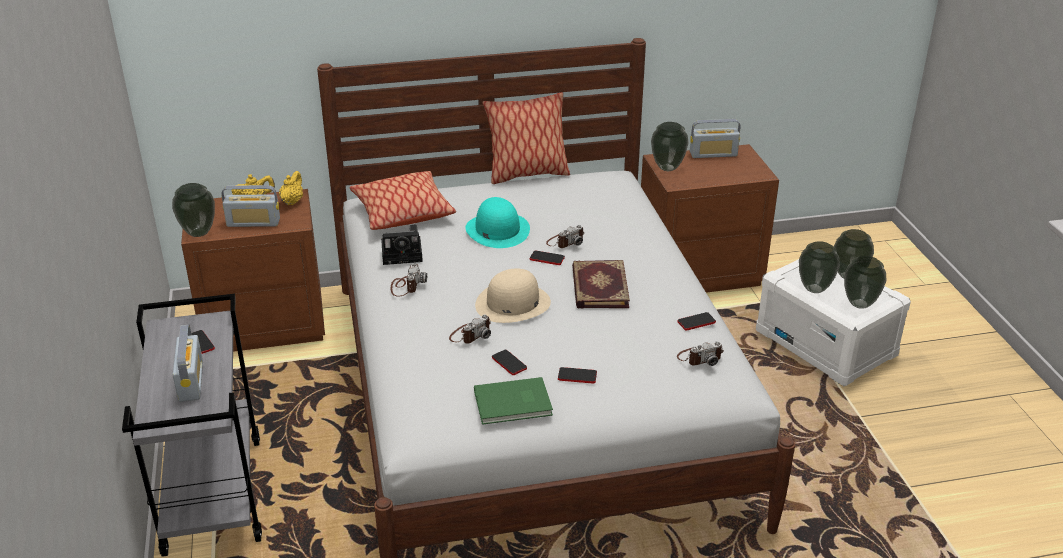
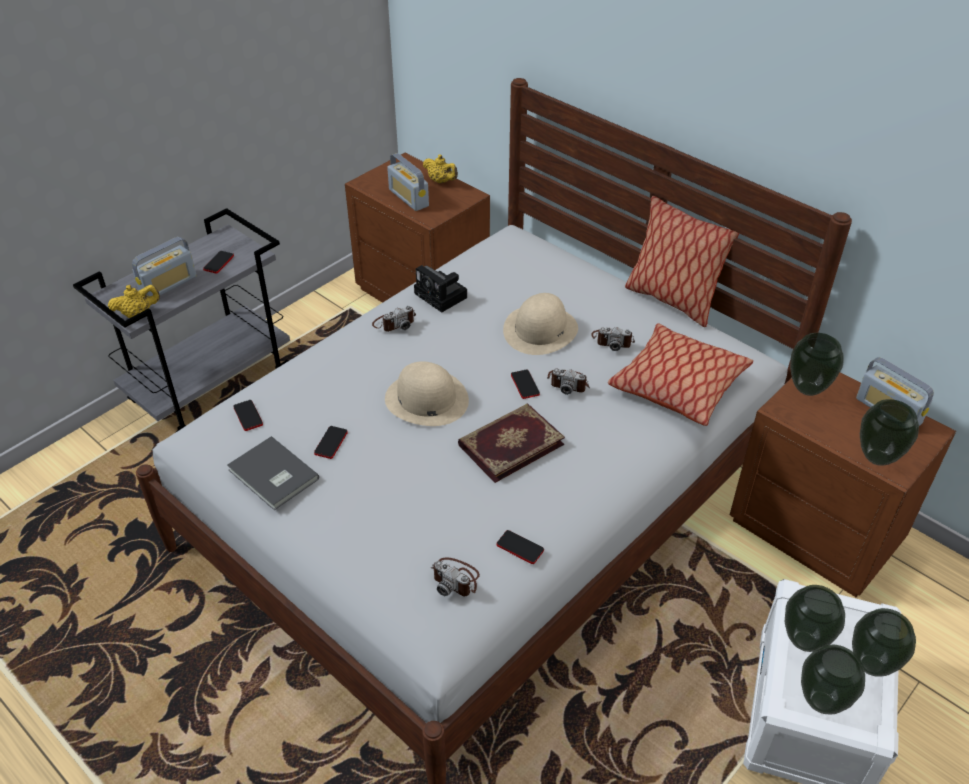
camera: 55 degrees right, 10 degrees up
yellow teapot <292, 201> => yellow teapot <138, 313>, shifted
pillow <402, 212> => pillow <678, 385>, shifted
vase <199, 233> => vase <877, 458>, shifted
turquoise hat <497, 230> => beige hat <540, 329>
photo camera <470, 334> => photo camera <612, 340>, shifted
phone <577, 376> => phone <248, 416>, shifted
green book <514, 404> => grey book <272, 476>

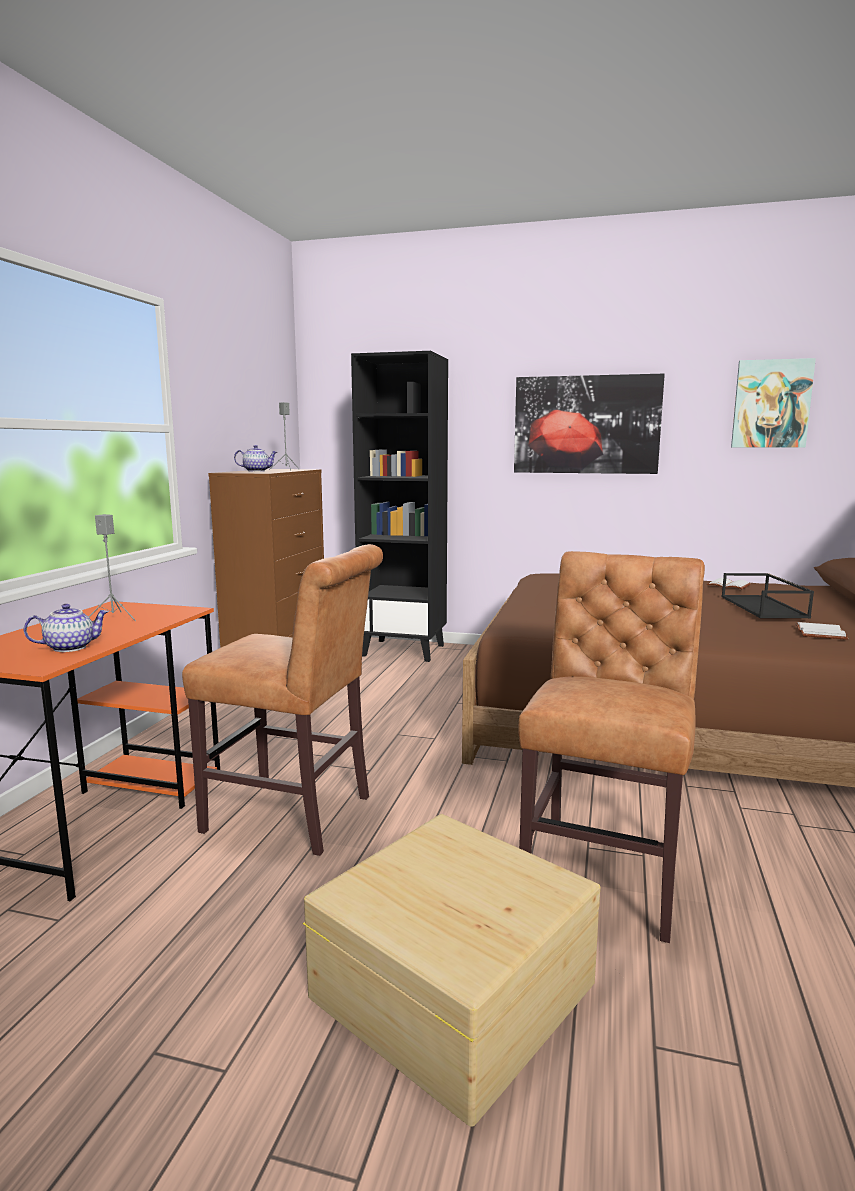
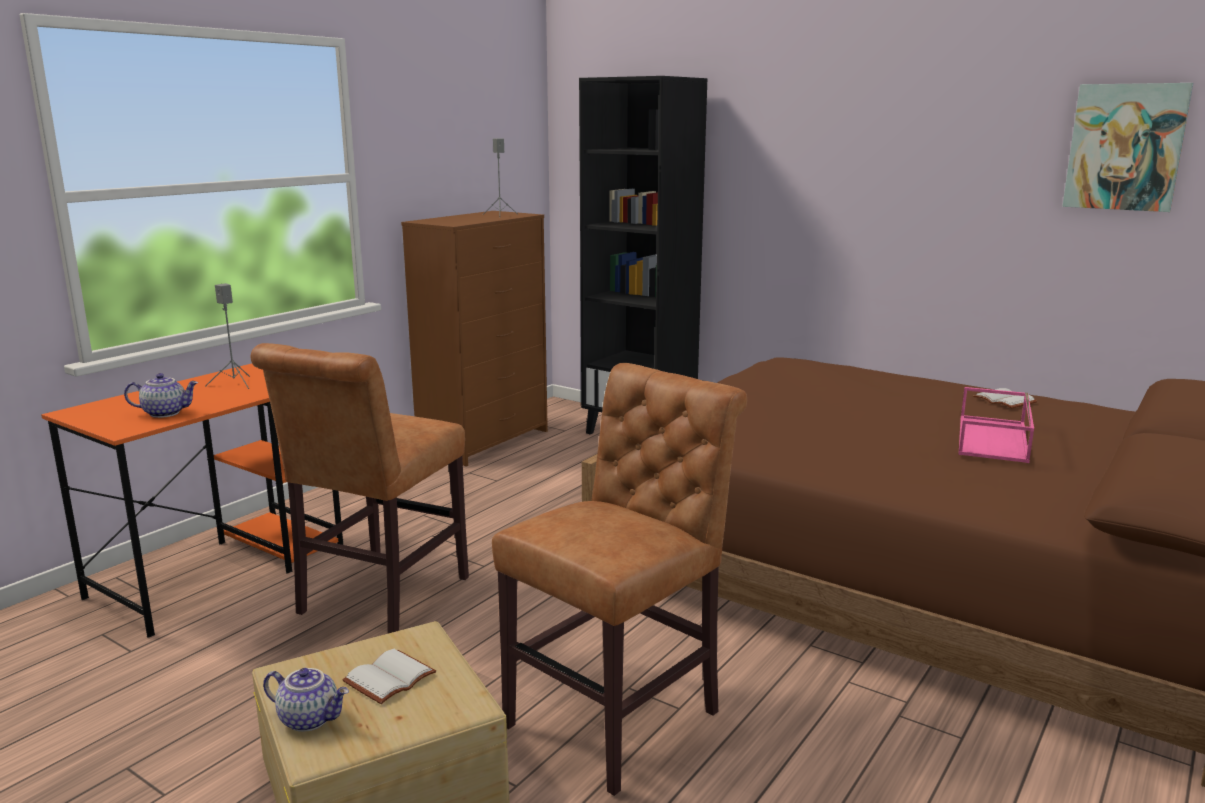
camera: 20 degrees right, 5 degrees up
picture <586, 425> => nothing
teapot <257, 471> => teapot <310, 719>, shifted
brown chair <296, 816> => brown chair <378, 599>, 75 degrees clockwise
black tray <764, 607> => pink tray <994, 439>
white book <822, 633> => white book <390, 680>, shifted

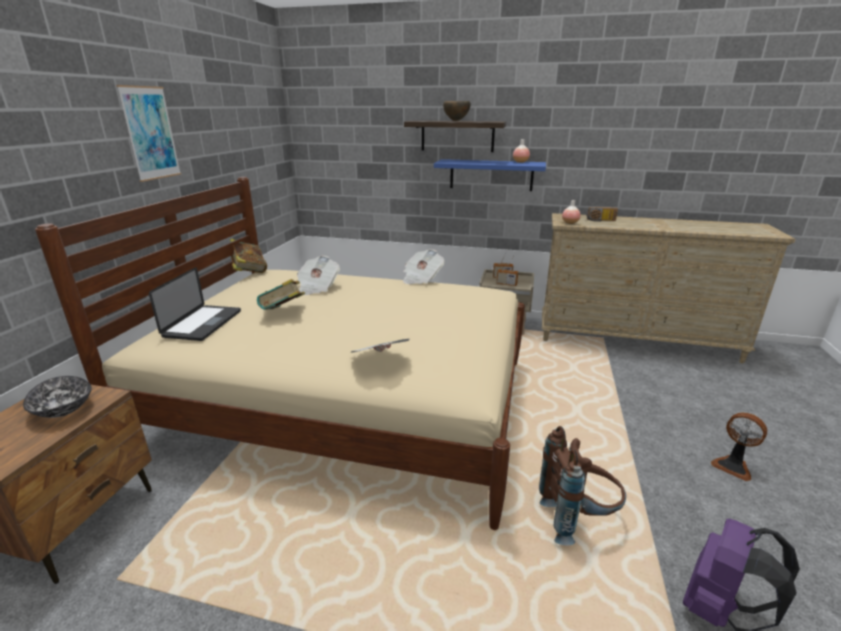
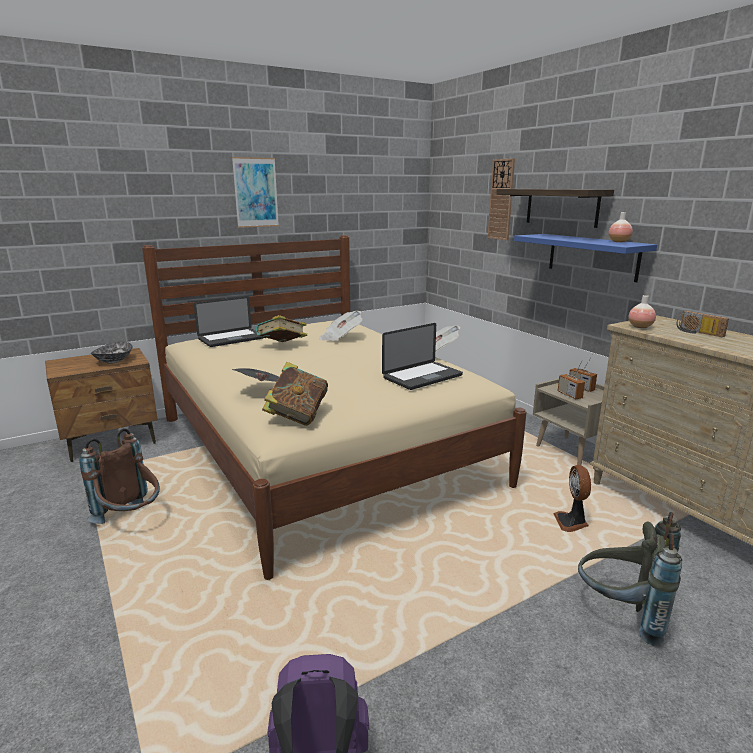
camera: 45 degrees right, 5 degrees down
brown bowl <456, 121> => nothing
book <249, 271> => book <297, 416>, shifted
fan <732, 466> => fan <571, 522>, shifted
brown backpack <577, 518> => brown backpack <131, 520>, shifted
nothing => wall clock <501, 200>
nothing => laptop <422, 377>
nothing => grey backpack <621, 614>

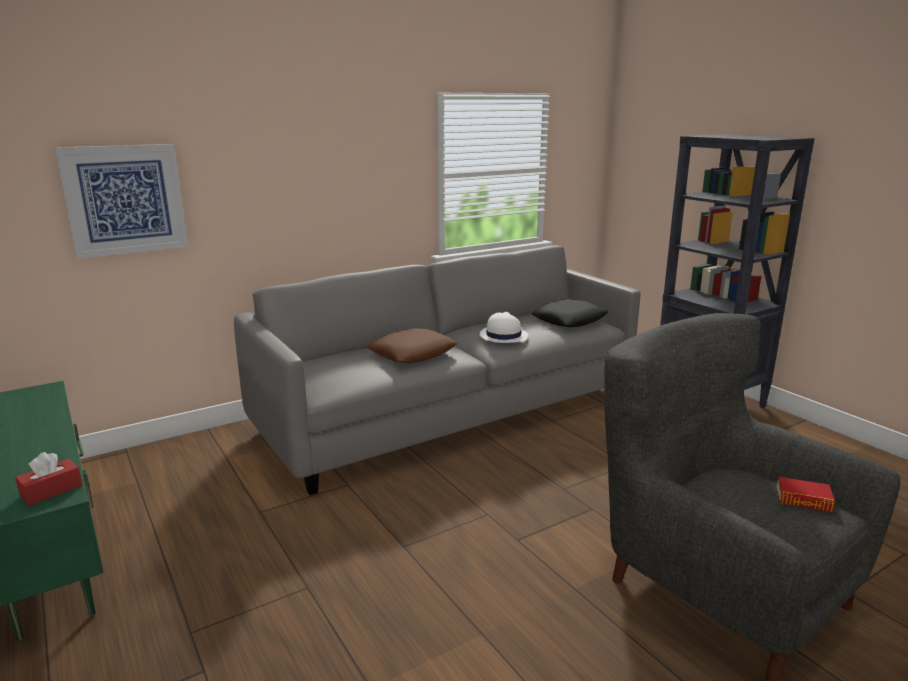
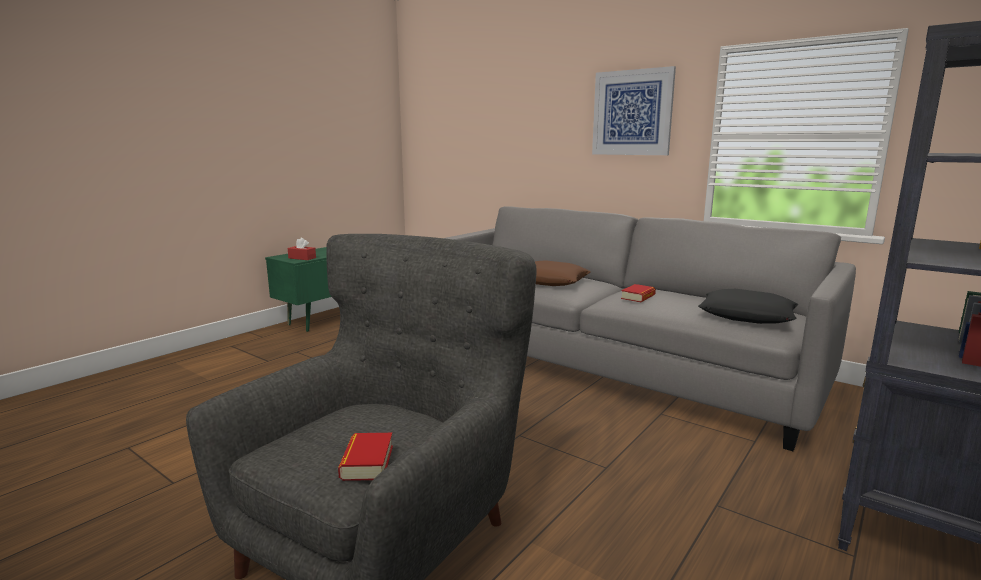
camera: 70 degrees right, 5 degrees down
picture <125, 200> => picture <632, 113>, shifted
white hat <503, 336> => book <638, 297>

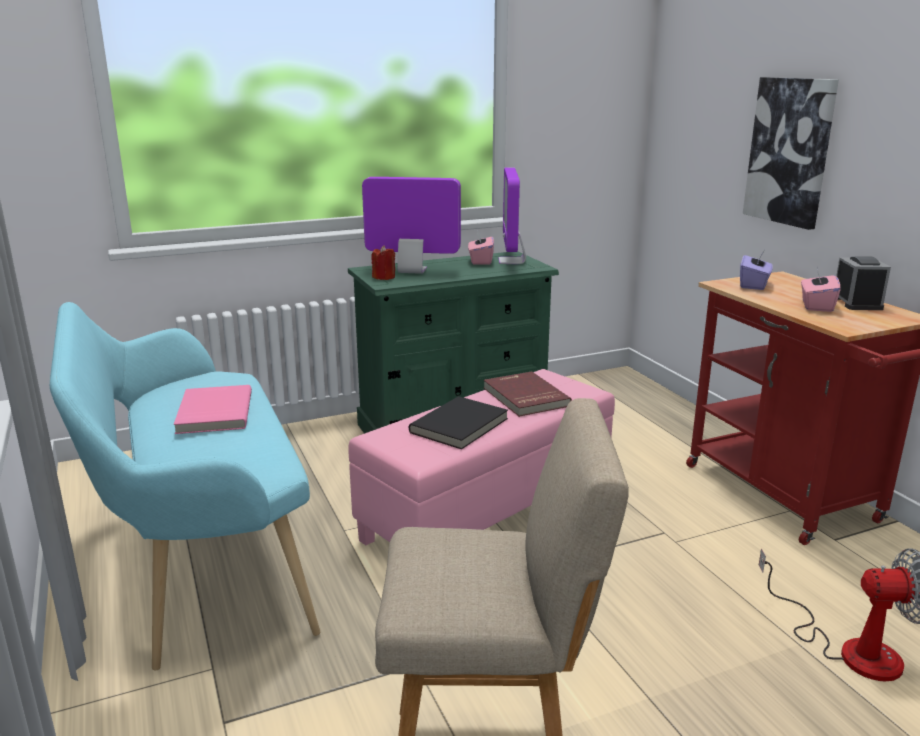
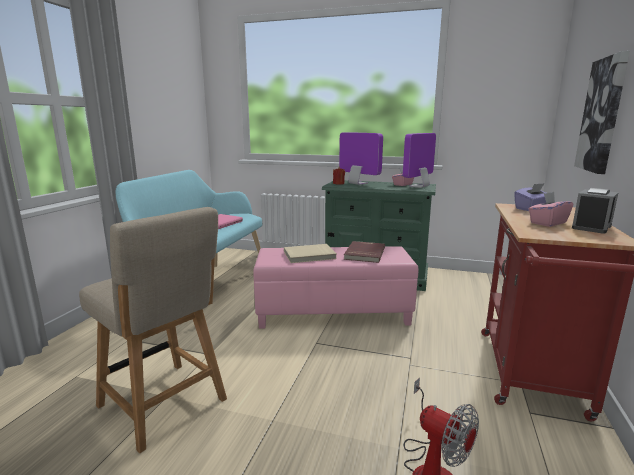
camera: 40 degrees right, 5 degrees down
black book <461, 426> => beige book <309, 255>

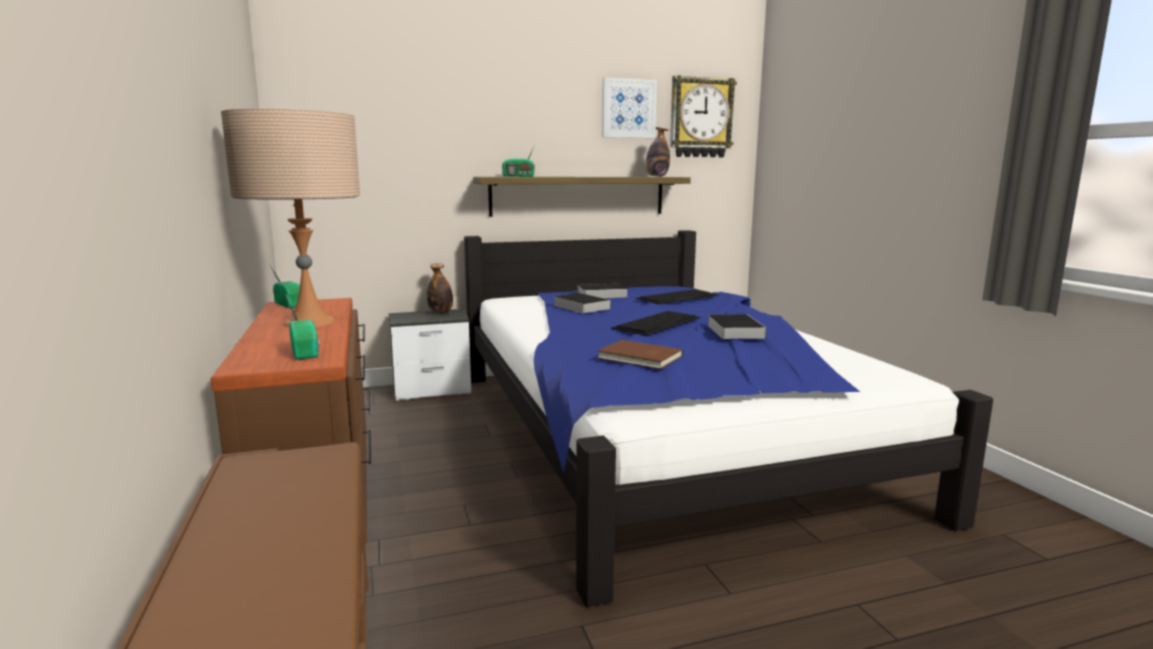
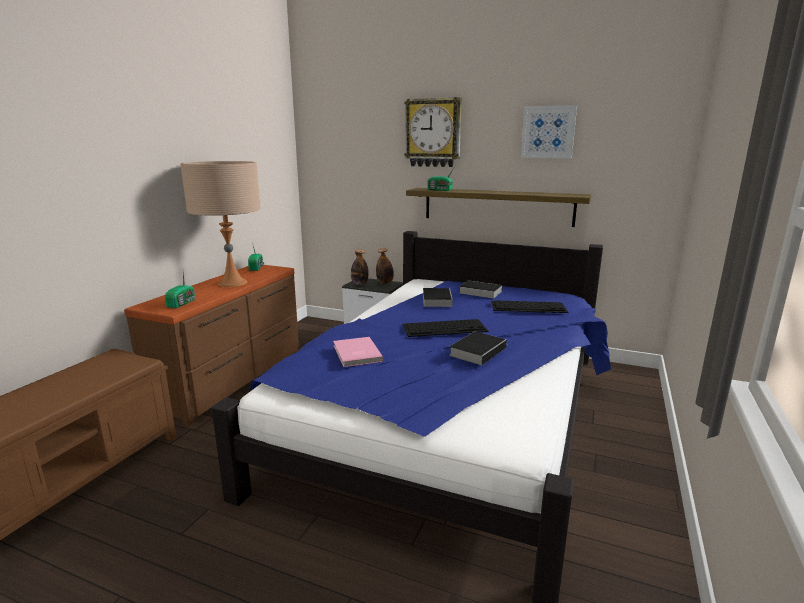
camera: 40 degrees right, 5 degrees up
wall clock <700, 118> => wall clock <433, 133>, shifted
bottle <656, 176> => bottle <359, 284>, shifted
brown book <640, 357> => pink book <356, 354>

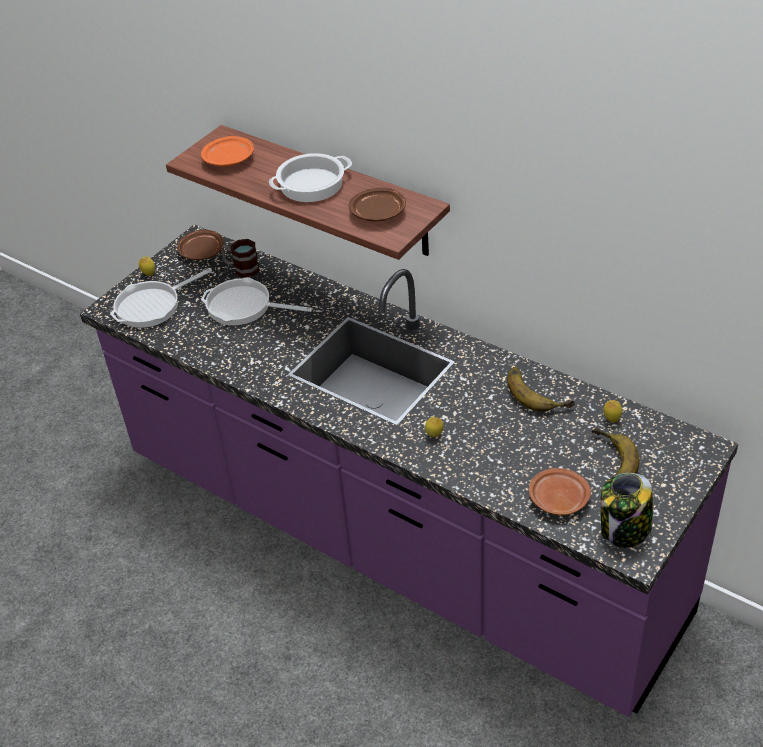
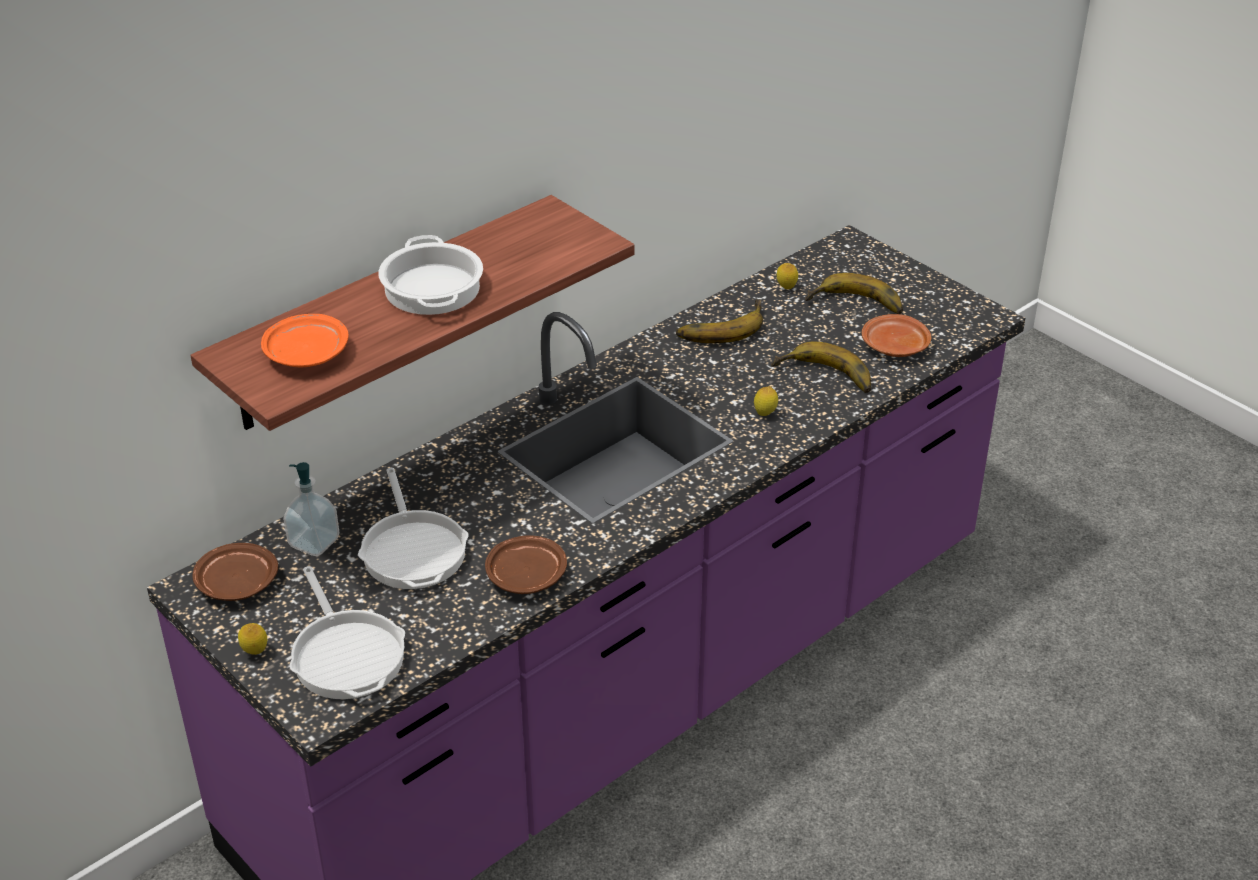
camera: 80 degrees left, 5 degrees down
brown plate <379, 213> => brown plate <526, 575>, shifted
mug <241, 268> => soap dispenser <314, 542>
frying pan <244, 307> => frying pan <413, 549>, 45 degrees counterclockwise
jar <624, 530> => nothing
nothing => banana <823, 378>

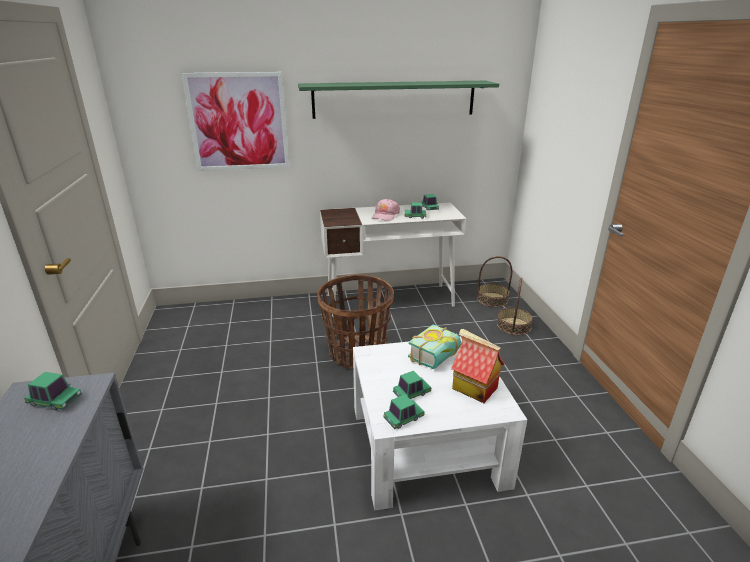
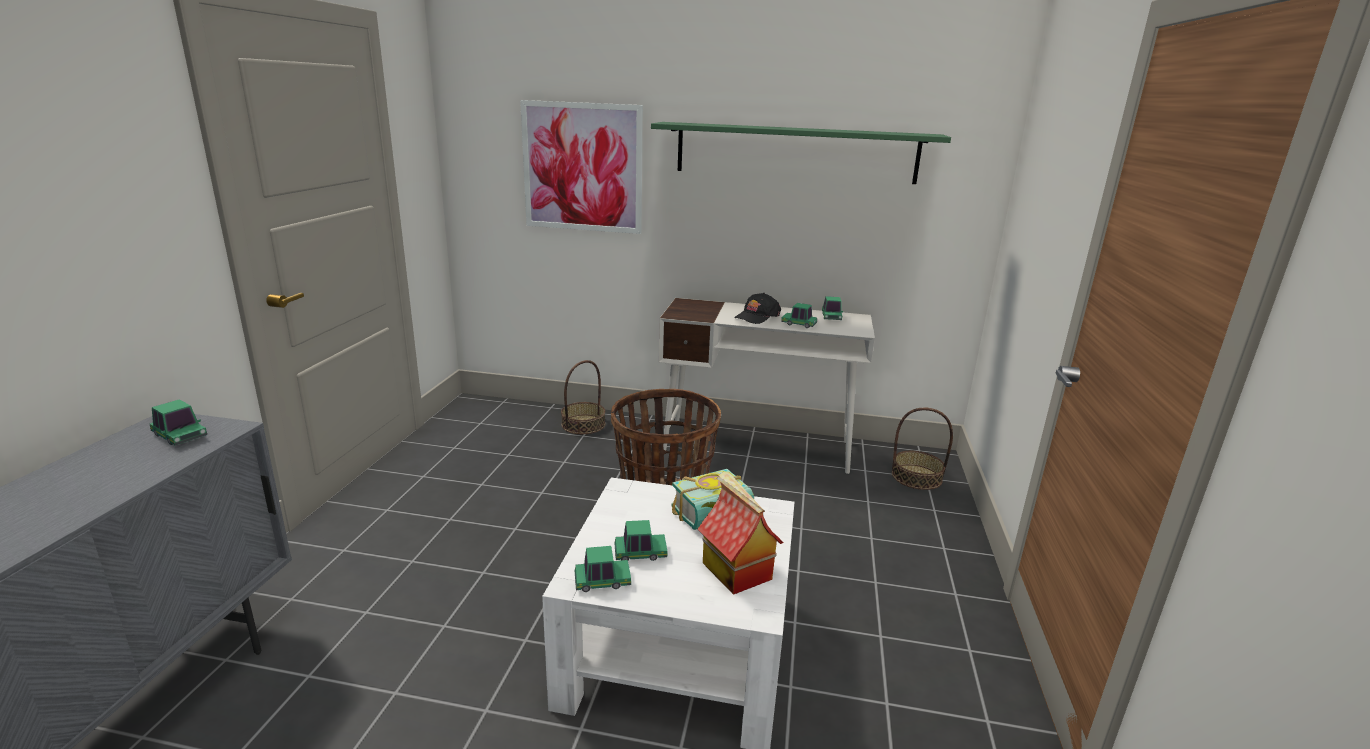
camera: 20 degrees right, 5 degrees down
pink cap <385, 215> => black cap <757, 317>
basket <514, 326> => basket <583, 424>, shifted

